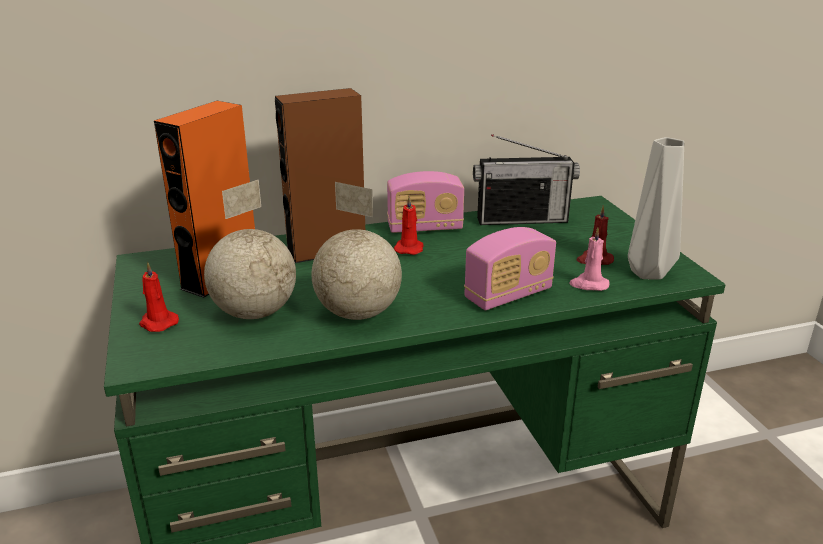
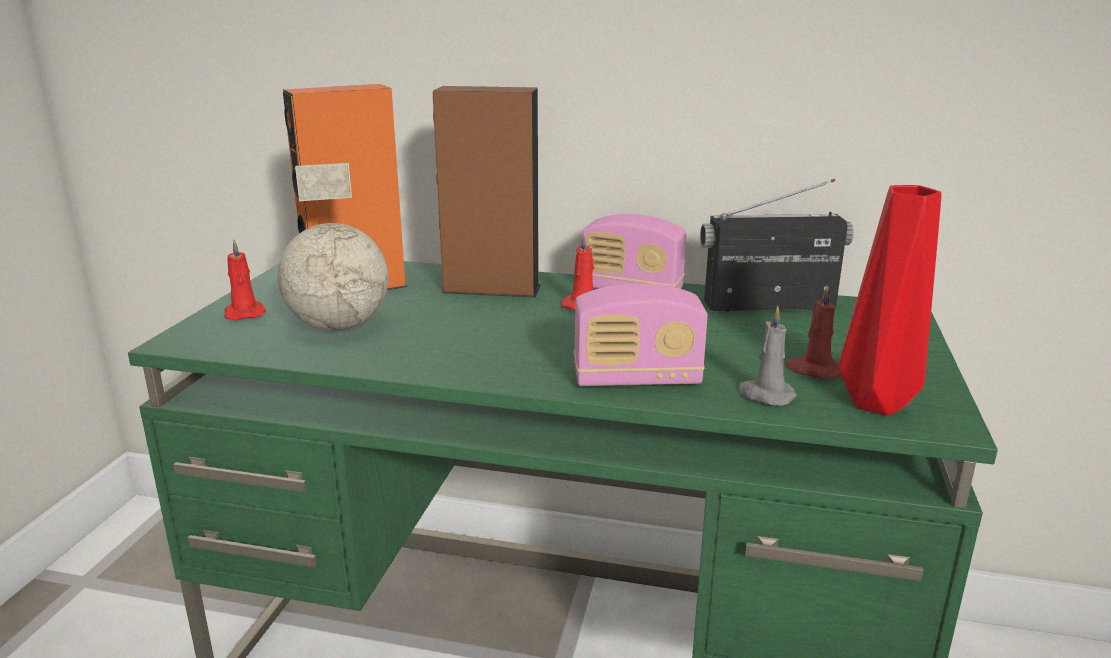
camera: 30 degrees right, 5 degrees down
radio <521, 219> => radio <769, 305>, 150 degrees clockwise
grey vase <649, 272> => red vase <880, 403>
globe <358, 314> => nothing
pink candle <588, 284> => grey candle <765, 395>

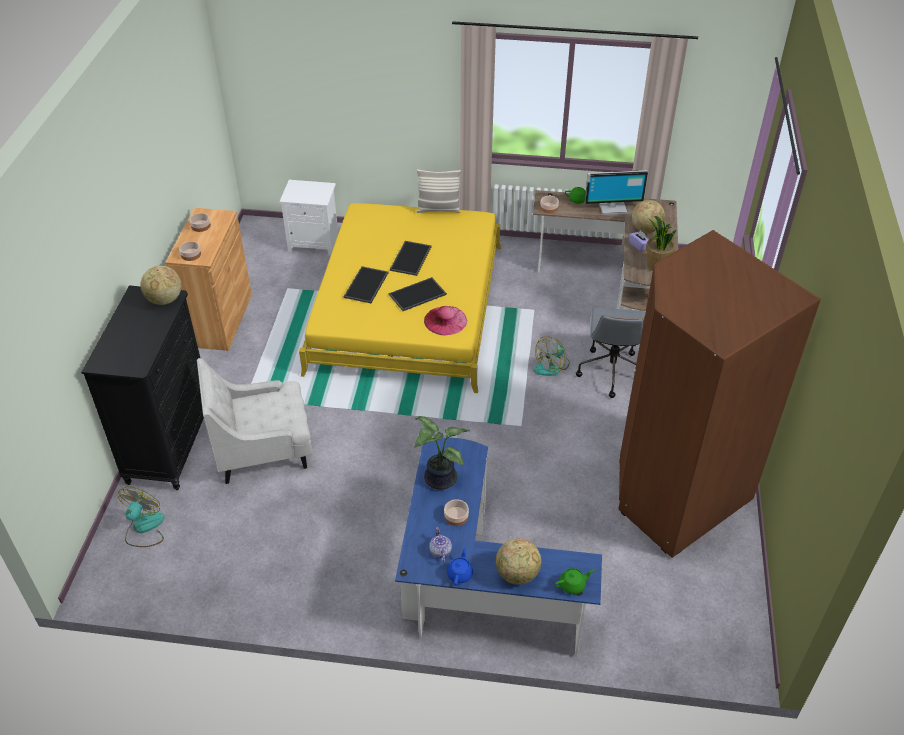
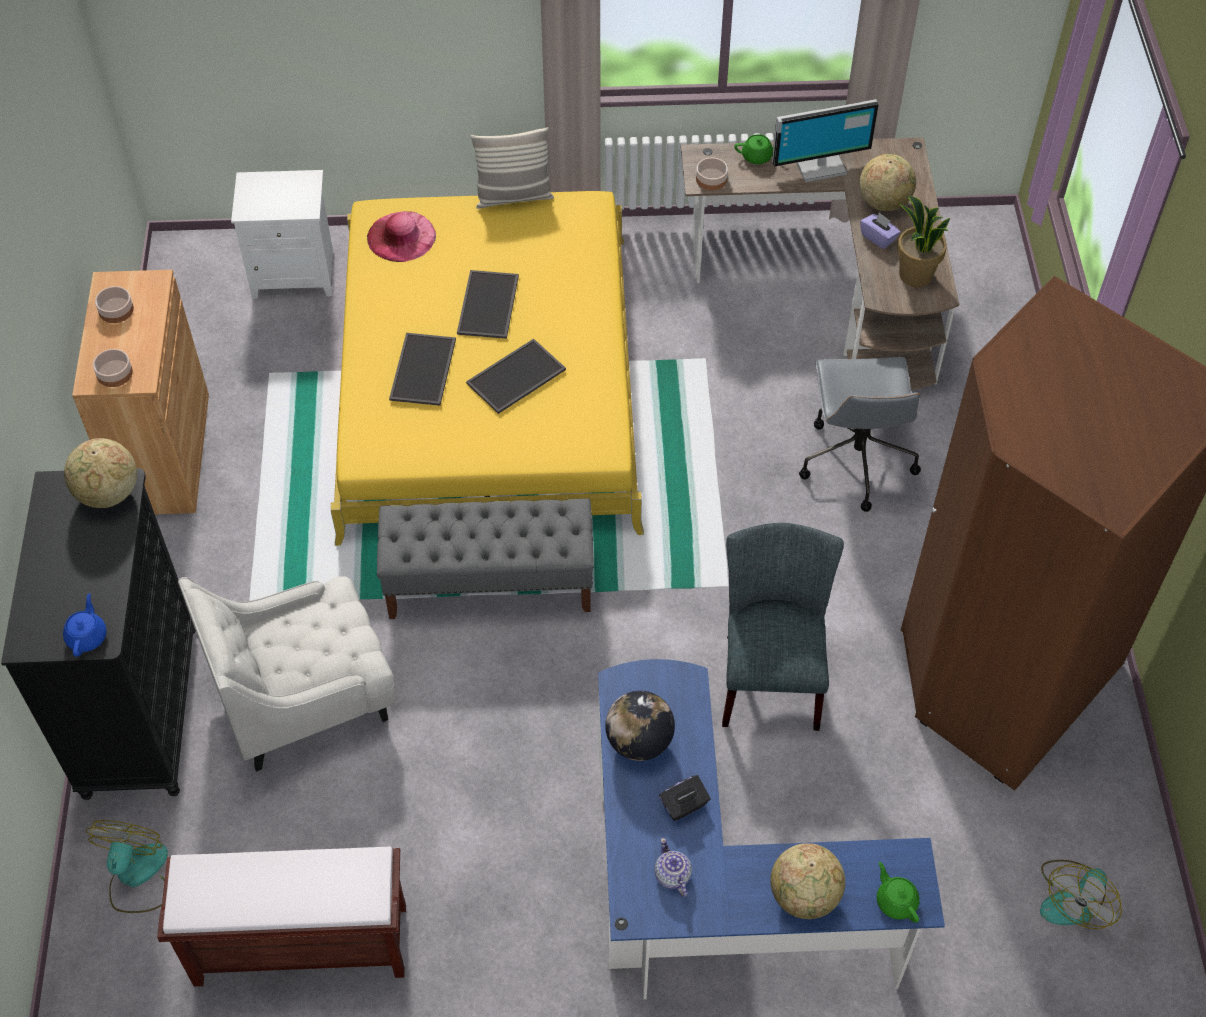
camera: 10 degrees left, 10 degrees up
pink hat <445, 320> => pink hat <401, 236>, shifted
fan <552, 366> => fan <1074, 898>, shifted
potted plant <438, 479> => globe <639, 742>
bowl <456, 516> => black tissue box <684, 805>
blue teapot <460, 574> => blue teapot <87, 636>, shifted
green teapot <573, 585> => green teapot <896, 901>, 90 degrees counterclockwise
nothing => grey bench <490, 584>
nothing => grey chair <769, 674>
nothing => brown bench <299, 946>

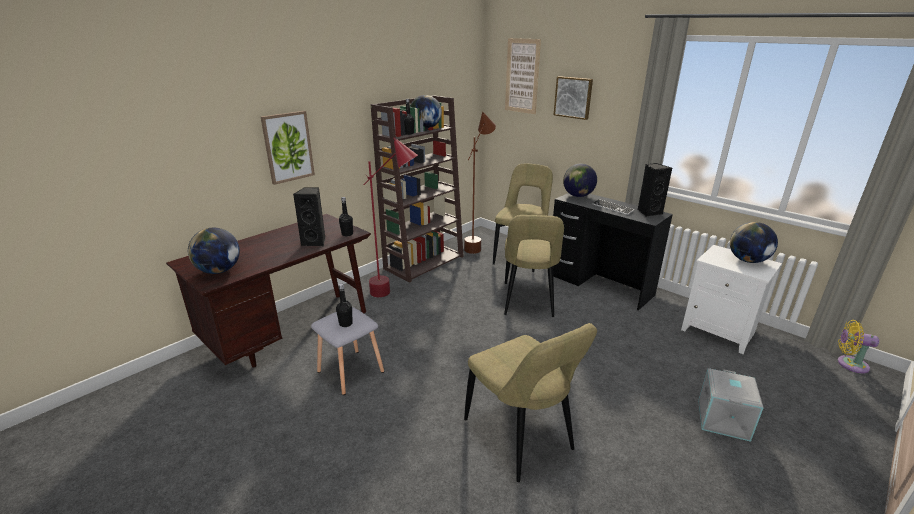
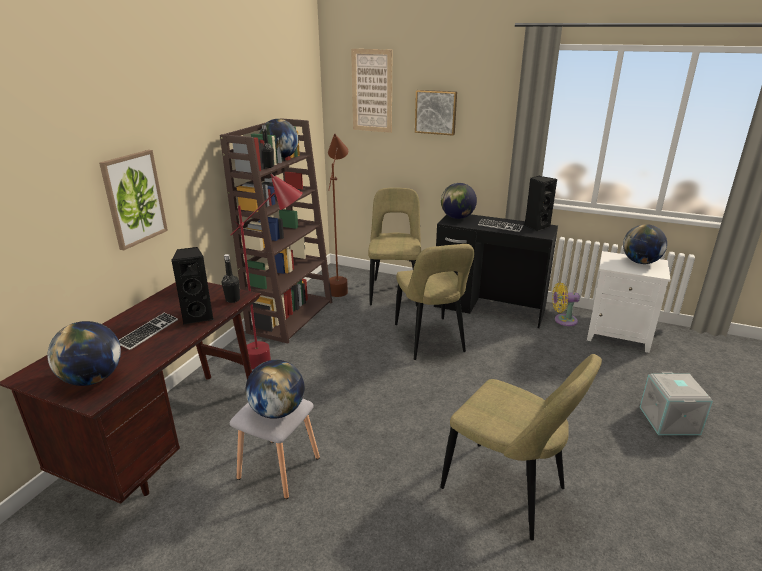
camera: 20 degrees left, 0 degrees up
black bottle <346, 324> => globe <277, 411>
yellow fan <849, 364> => yellow fan <563, 320>, shifted
nothing => keyboard <148, 332>

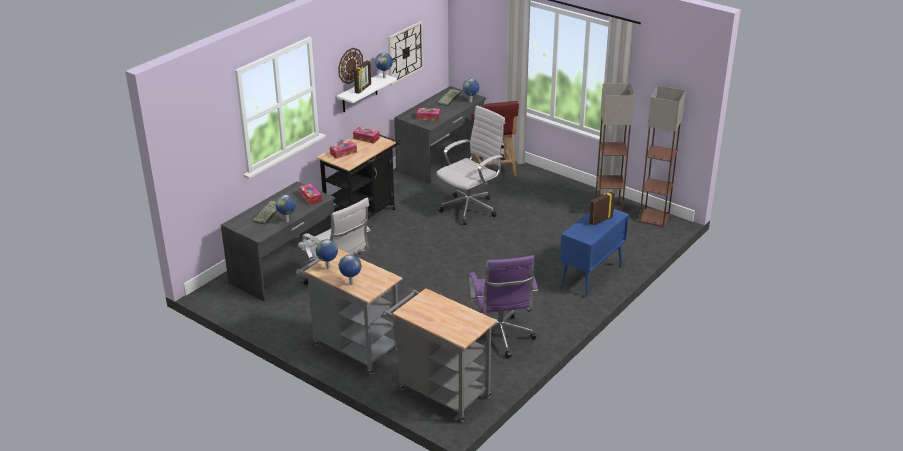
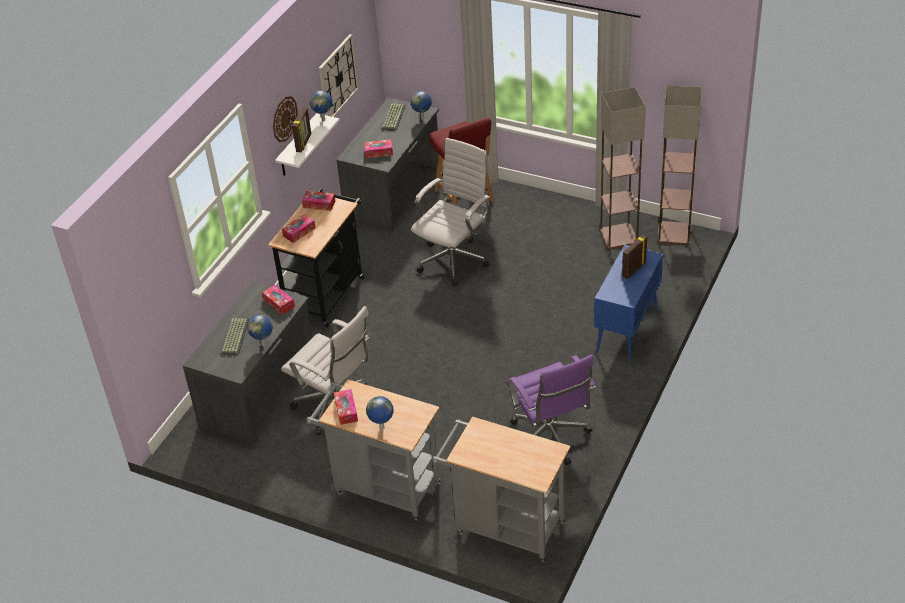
camera: 10 degrees left, 10 degrees up
globe <328, 268> => tissue box <346, 410>

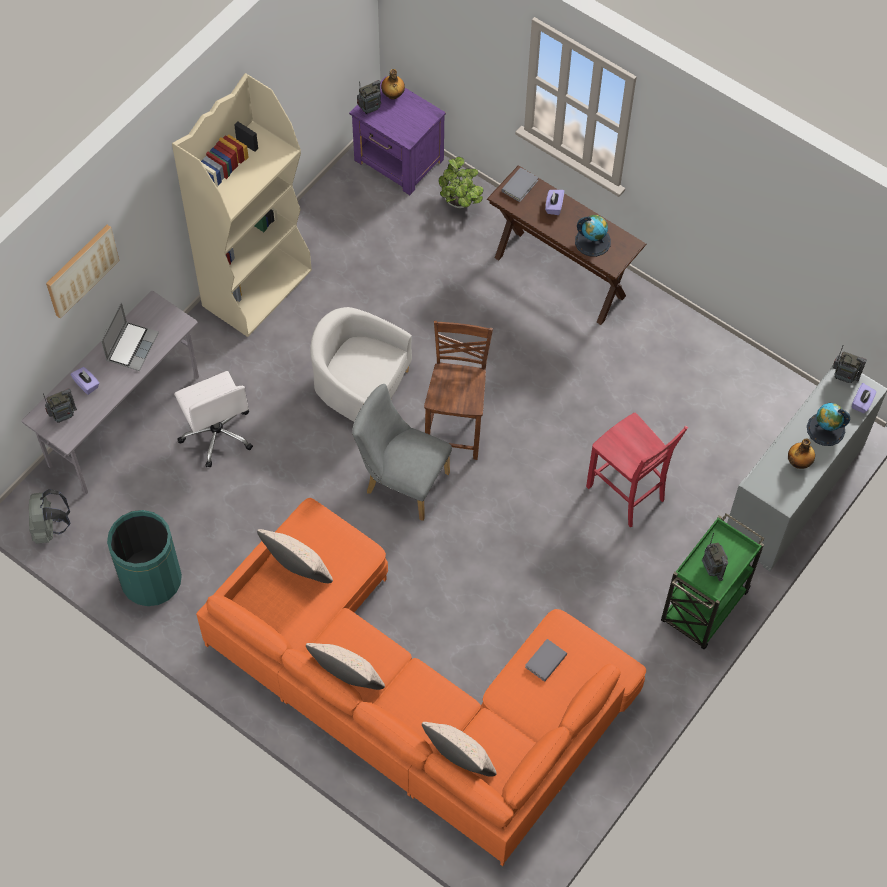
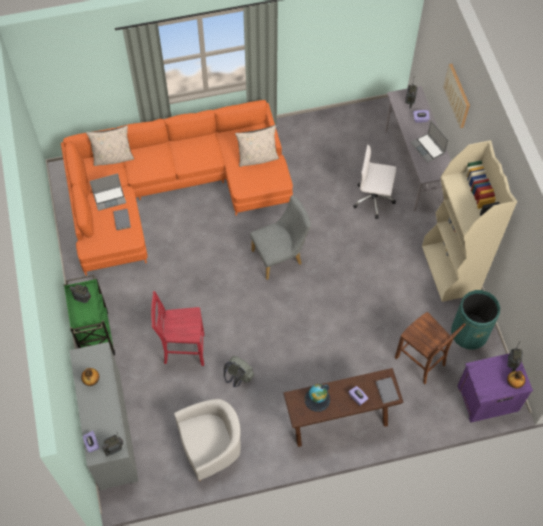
camera: 130 degrees right, 0 degrees up
potted plant <460, 203> => nothing
white armchair <359, 387> => white armchair <211, 446>, shifted
brown chair <456, 428> => brown chair <421, 362>, shifted
globe <825, 429> => nothing
grey backpack <50, 528> => grey backpack <238, 377>, shifted
green trash can <151, 579> => green trash can <469, 333>, shifted
beige pillow <348, 678> => nothing
nothing => laptop <110, 198>

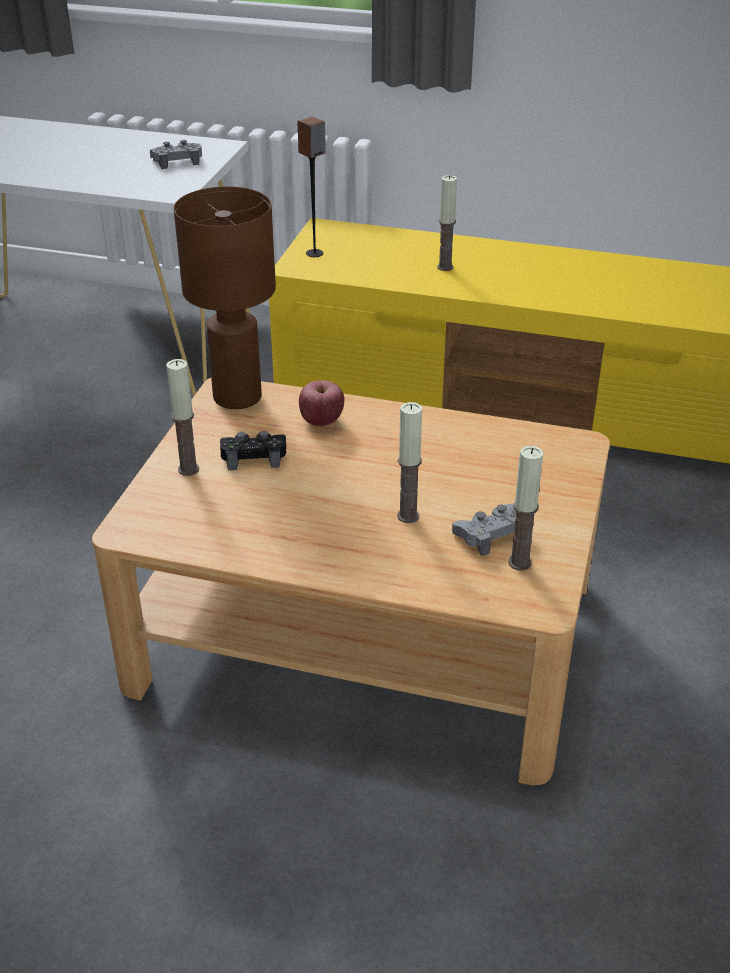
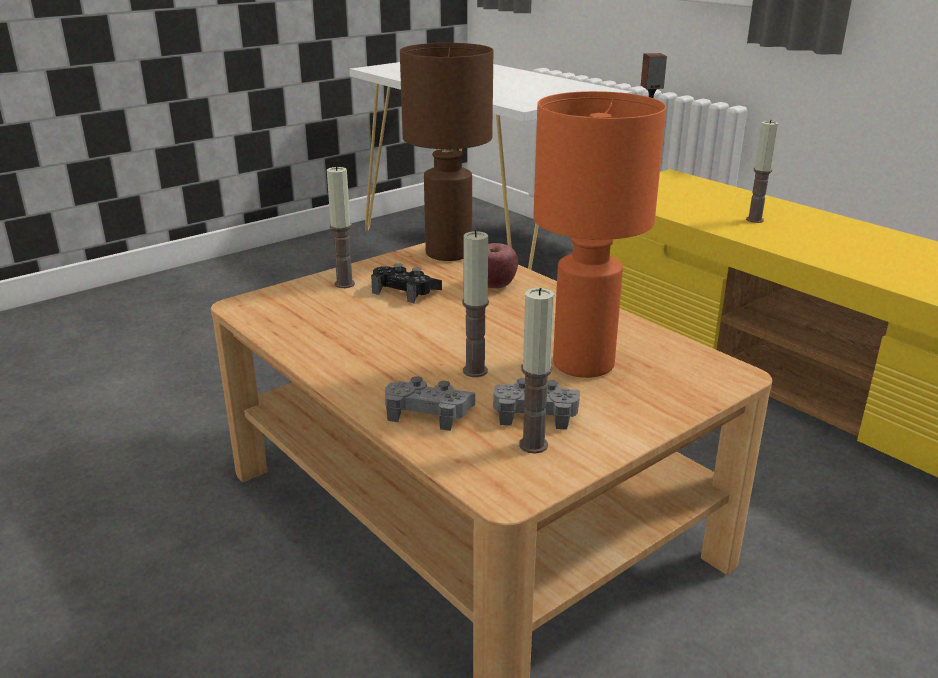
camera: 35 degrees right, 10 degrees down
grey game controller <177, 161> => grey game controller <429, 412>, shifted
nothing => orange table lamp <581, 364>

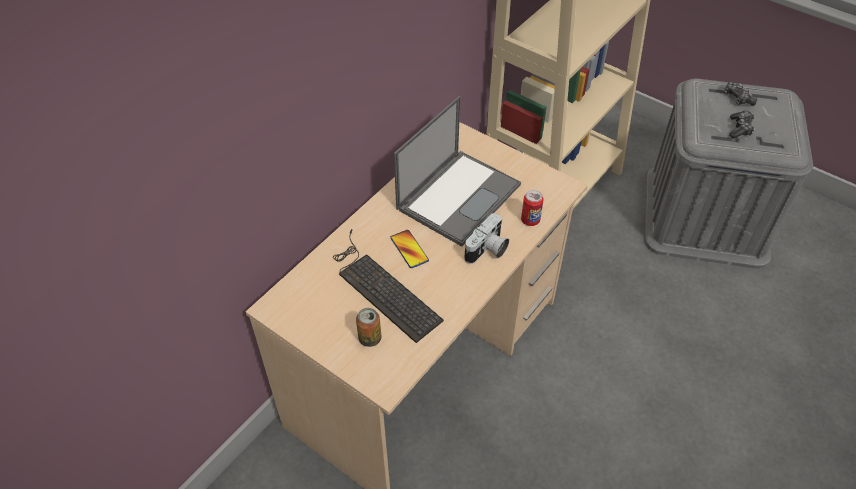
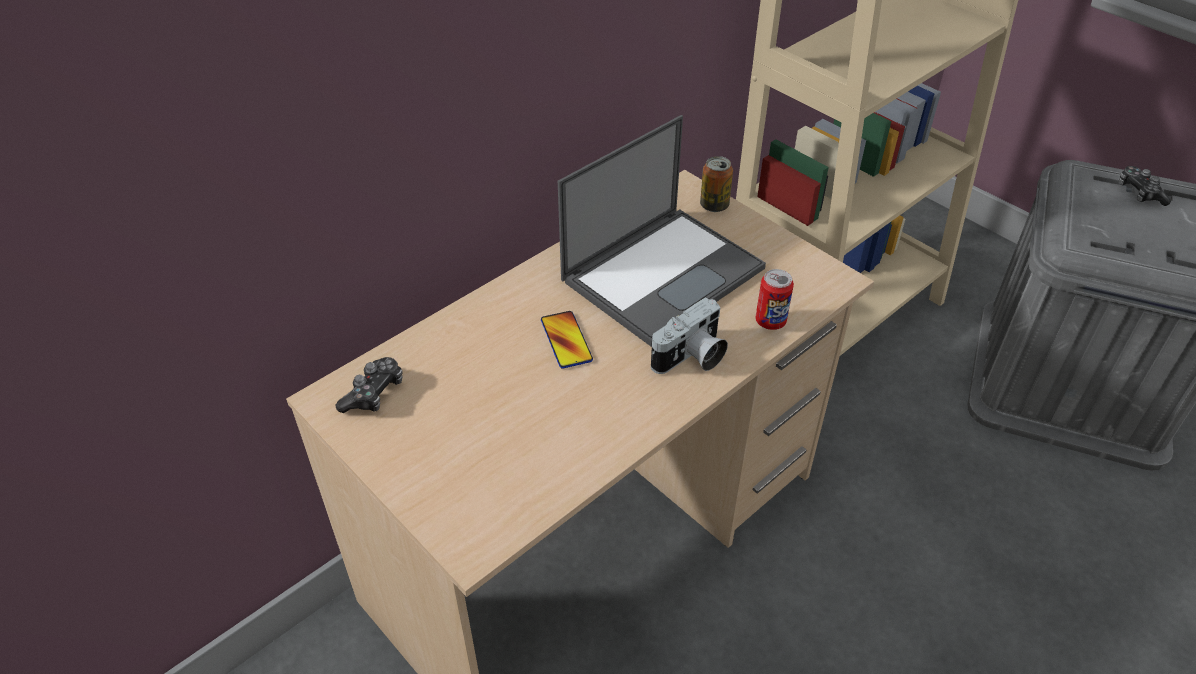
camera: 10 degrees right, 5 degrees down
game controller <740, 128> => game controller <374, 393>, shifted
keyboard <381, 287> => nothing
can <369, 338> => can <714, 205>, shifted

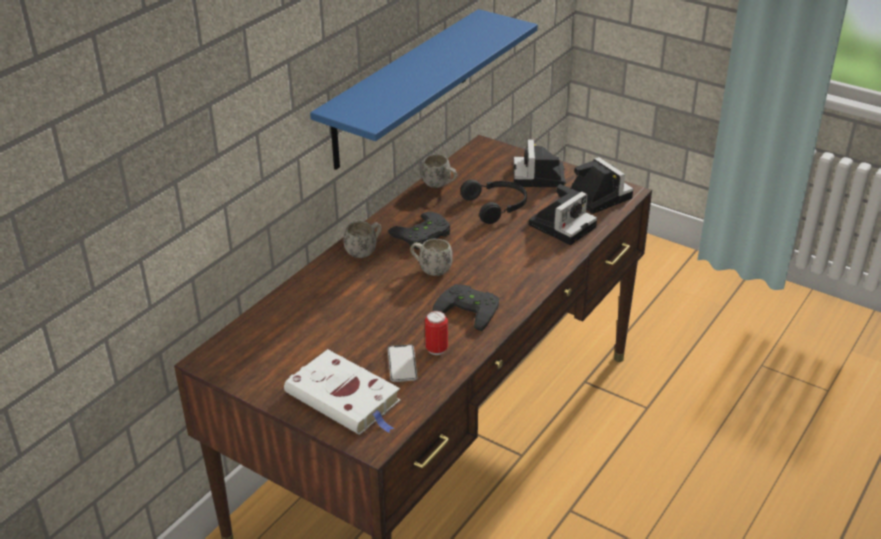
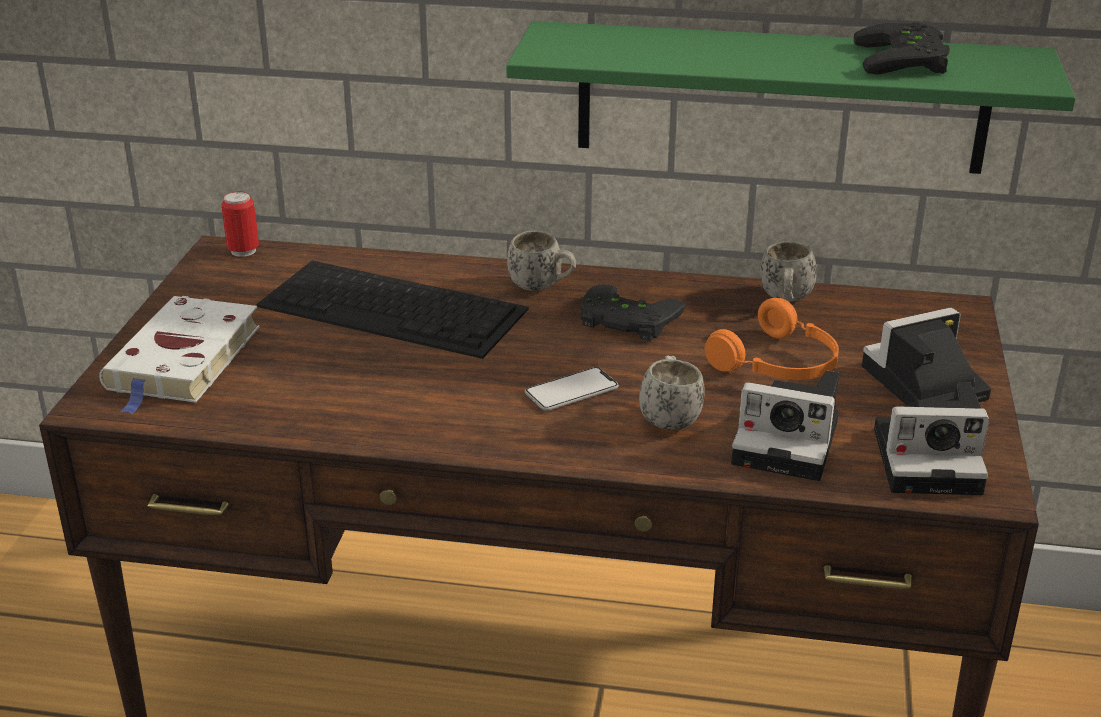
camera: 65 degrees right, 5 degrees down
blue shelf <402, 89> => green shelf <780, 97>
photo camera <597, 196> => photo camera <931, 460>, 60 degrees clockwise
black headphones <497, 206> => orange headphones <779, 364>
white mug <430, 270> => white mug <669, 416>, shifted
black game controller <470, 309> => black game controller <908, 60>, shifted
can <436, 349> => can <243, 251>, shifted
phone <402, 364> => phone <571, 391>, shifted
nothing => keyboard <395, 308>

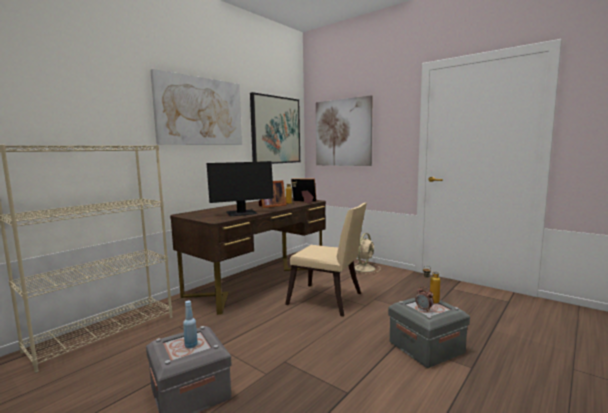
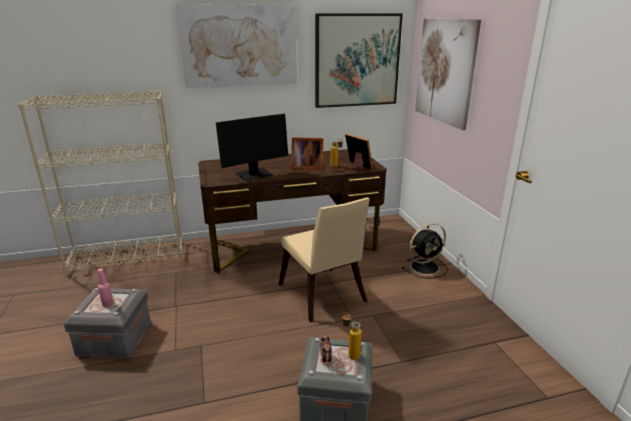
camera: 35 degrees right, 15 degrees up
monitor <241, 213> => monitor <254, 175>, 45 degrees counterclockwise
beige fan <364, 268> => black fan <425, 267>
blue bottle <191, 345> => pink bottle <108, 304>

